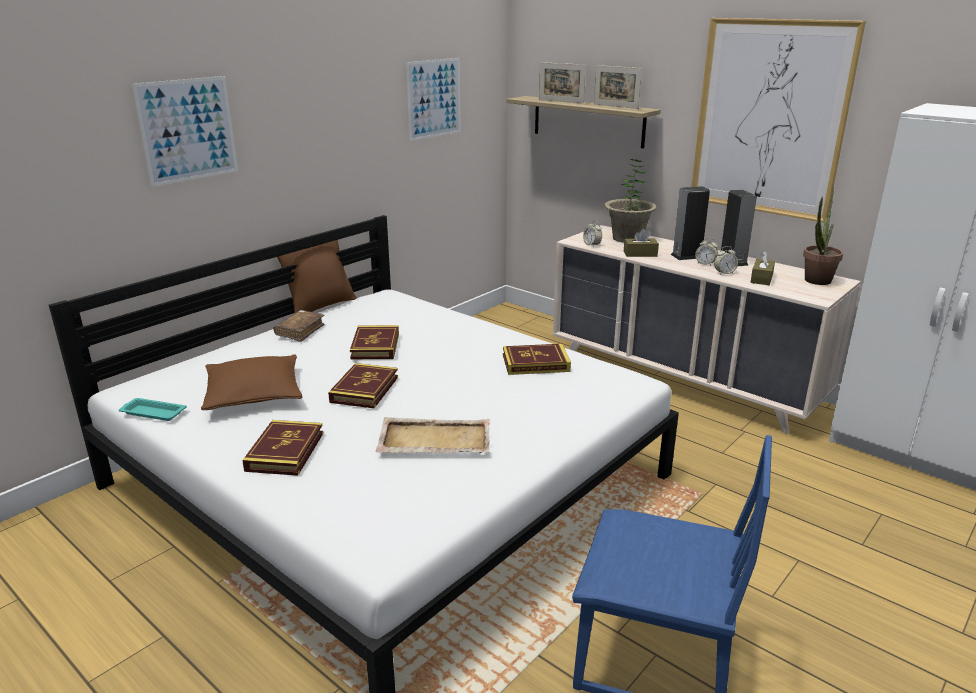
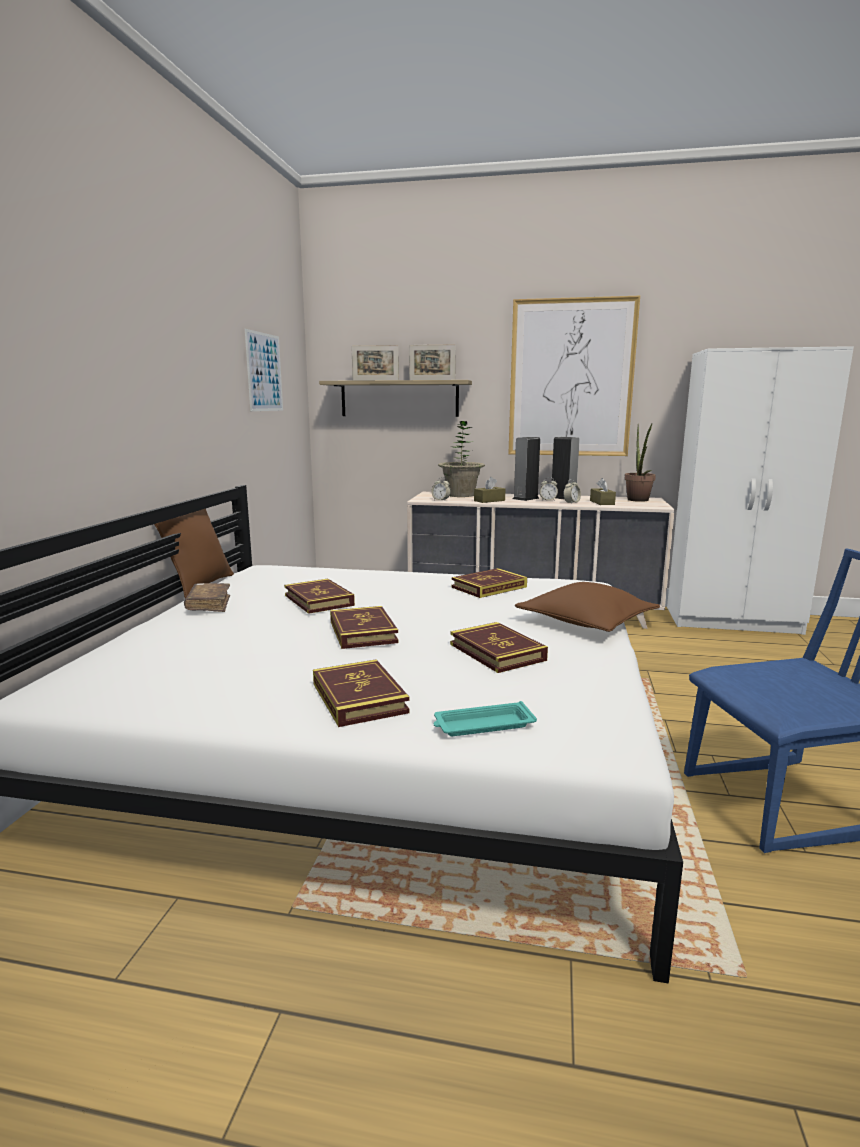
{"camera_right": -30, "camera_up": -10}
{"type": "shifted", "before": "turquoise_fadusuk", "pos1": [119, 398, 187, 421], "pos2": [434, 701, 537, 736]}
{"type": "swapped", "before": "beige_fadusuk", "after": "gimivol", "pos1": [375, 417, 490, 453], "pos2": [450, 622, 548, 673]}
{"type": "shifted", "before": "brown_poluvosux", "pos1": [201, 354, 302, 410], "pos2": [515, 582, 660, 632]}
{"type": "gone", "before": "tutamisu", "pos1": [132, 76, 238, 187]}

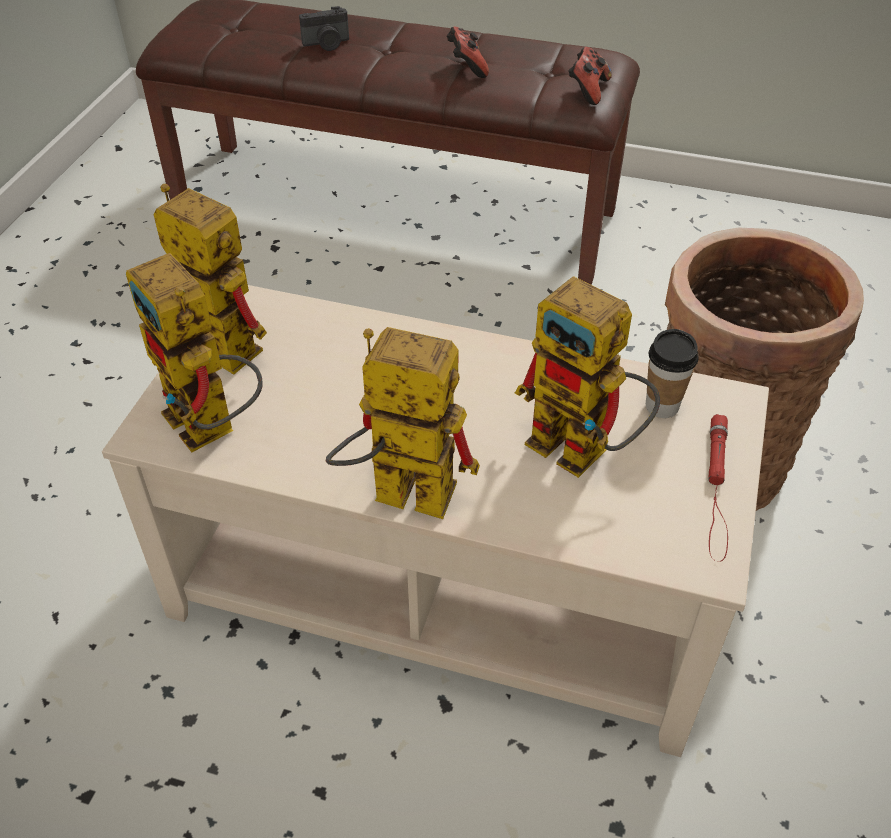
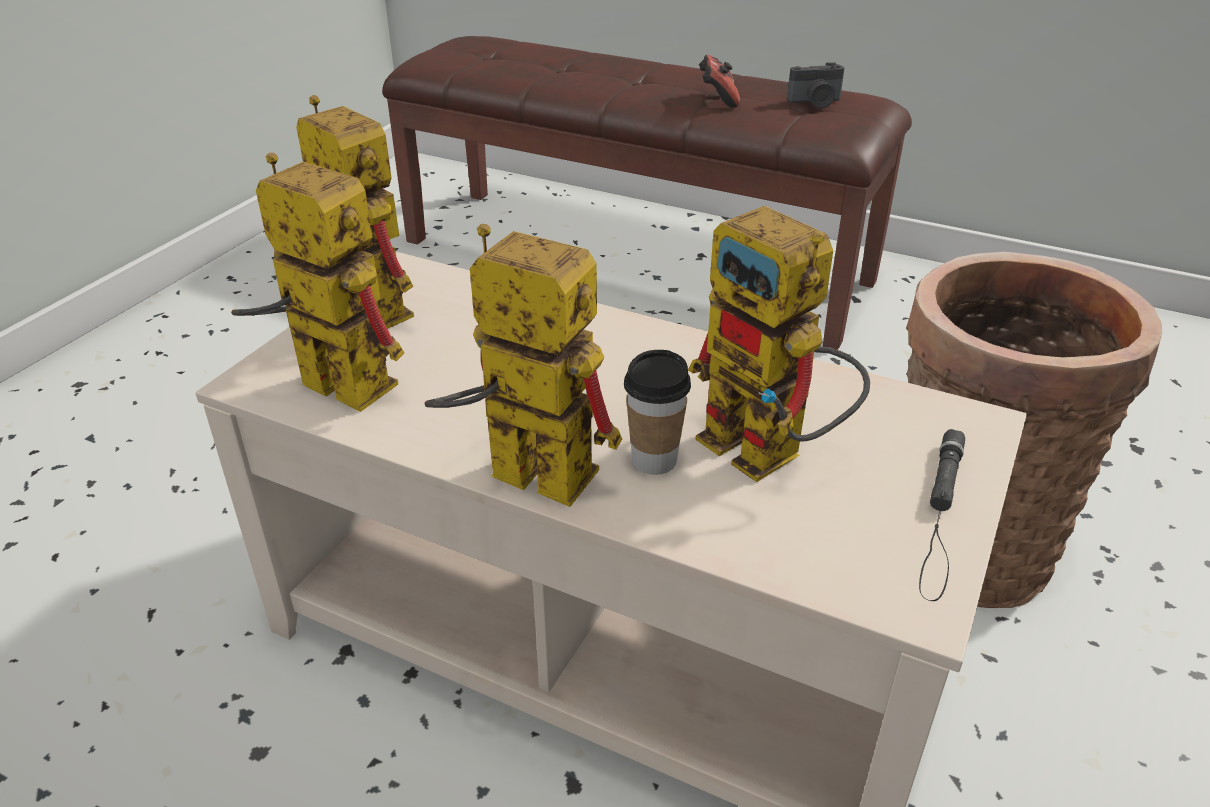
{"camera_right": 10, "camera_up": -10}
{"type": "rotated", "before": "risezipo", "pos1": [126, 253, 263, 452], "pos2": [231, 153, 404, 412], "turn": 150}
{"type": "shifted", "before": "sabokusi", "pos1": [646, 329, 699, 418], "pos2": [624, 350, 691, 475]}
{"type": "shifted", "before": "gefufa", "pos1": [299, 6, 349, 51], "pos2": [787, 62, 844, 108]}
{"type": "repainted", "before": "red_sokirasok", "after": "black_sokirasok", "pos1": [708, 414, 728, 562], "pos2": [919, 429, 965, 601]}
{"type": "gone", "before": "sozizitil", "pos1": [568, 47, 612, 105]}

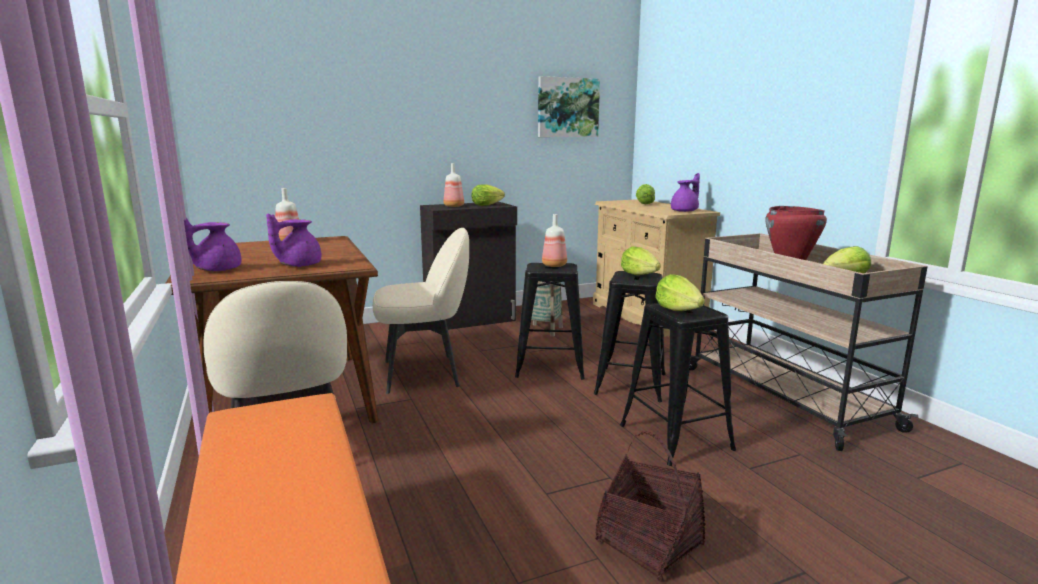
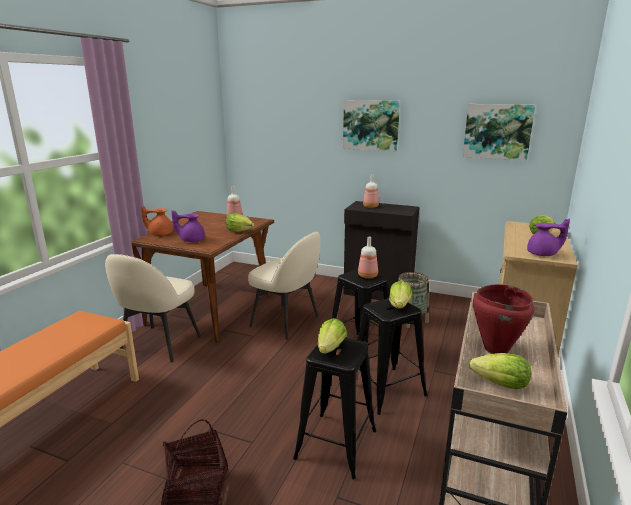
{"camera_right": 45, "camera_up": 5}
{"type": "repainted", "before": "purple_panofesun", "after": "orange_panofesun", "pos1": [184, 217, 241, 271], "pos2": [141, 206, 173, 236]}
{"type": "shifted", "before": "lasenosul", "pos1": [471, 184, 505, 206], "pos2": [226, 213, 254, 232]}
{"type": "new", "after": "tutamisu", "pos2": [343, 100, 400, 151]}

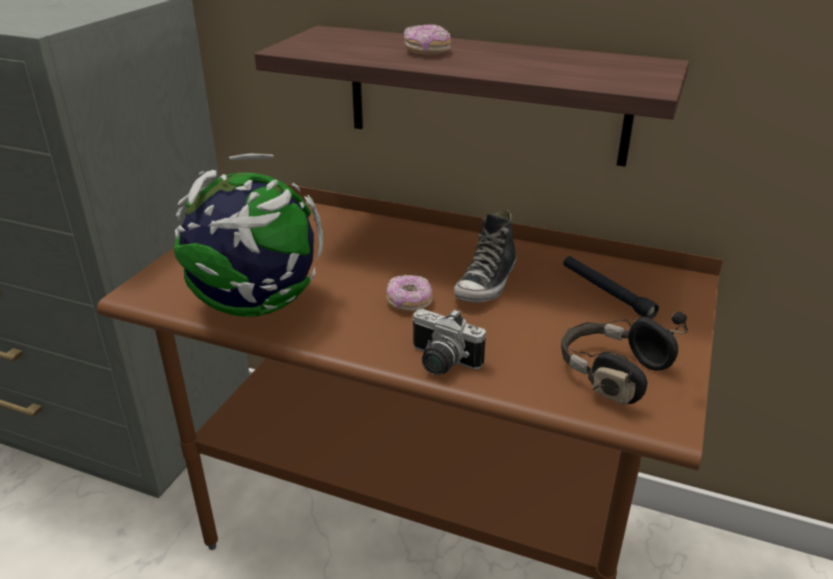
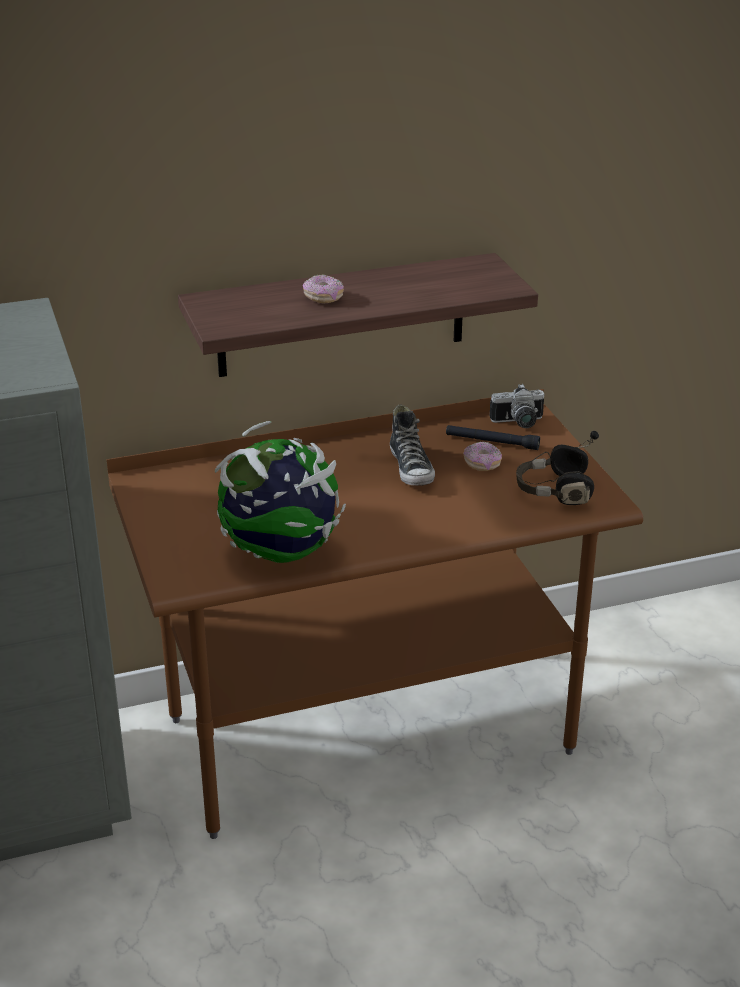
{"camera_right": -40, "camera_up": 0}
{"type": "shifted", "before": "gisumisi", "pos1": [387, 275, 433, 311], "pos2": [464, 442, 502, 471]}
{"type": "shifted", "before": "gefufa", "pos1": [412, 309, 486, 375], "pos2": [490, 384, 544, 428]}

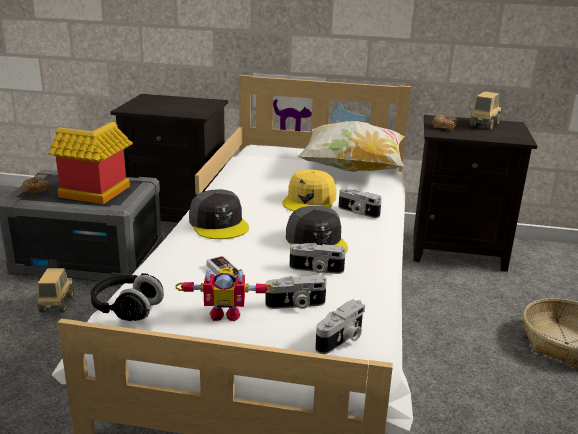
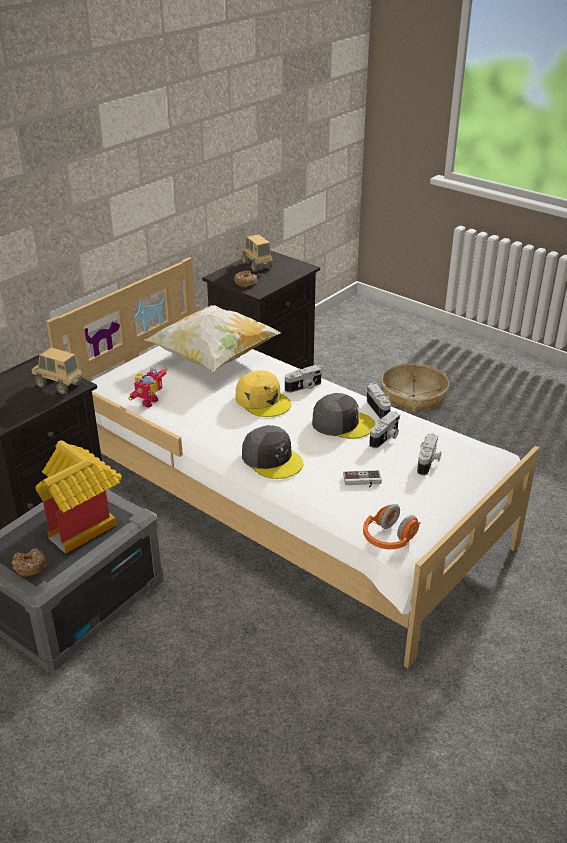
{"camera_right": -60, "camera_up": 10}
{"type": "shifted", "before": "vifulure", "pos1": [37, 268, 74, 313], "pos2": [32, 347, 83, 394]}
{"type": "shifted", "before": "risezipo", "pos1": [175, 268, 274, 321], "pos2": [129, 368, 167, 407]}
{"type": "rotated", "before": "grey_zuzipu", "pos1": [189, 189, 249, 239], "pos2": [242, 425, 303, 479], "turn": 45}
{"type": "repainted", "before": "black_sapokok", "after": "orange_sapokok", "pos1": [90, 273, 164, 321], "pos2": [363, 504, 421, 549]}
{"type": "shifted", "before": "gefufa", "pos1": [315, 300, 365, 354], "pos2": [367, 383, 391, 419]}

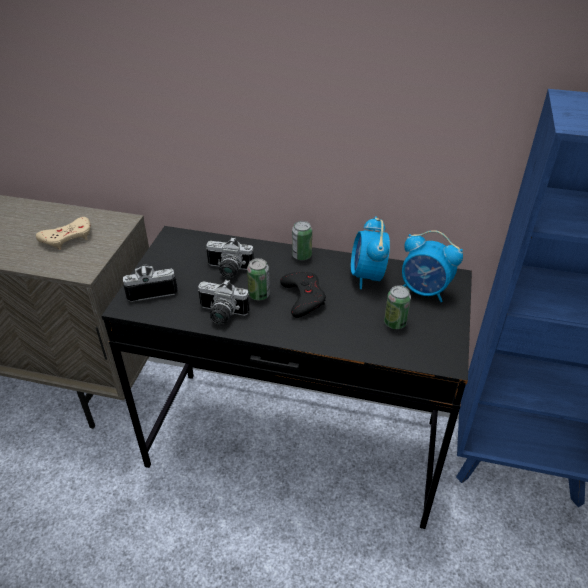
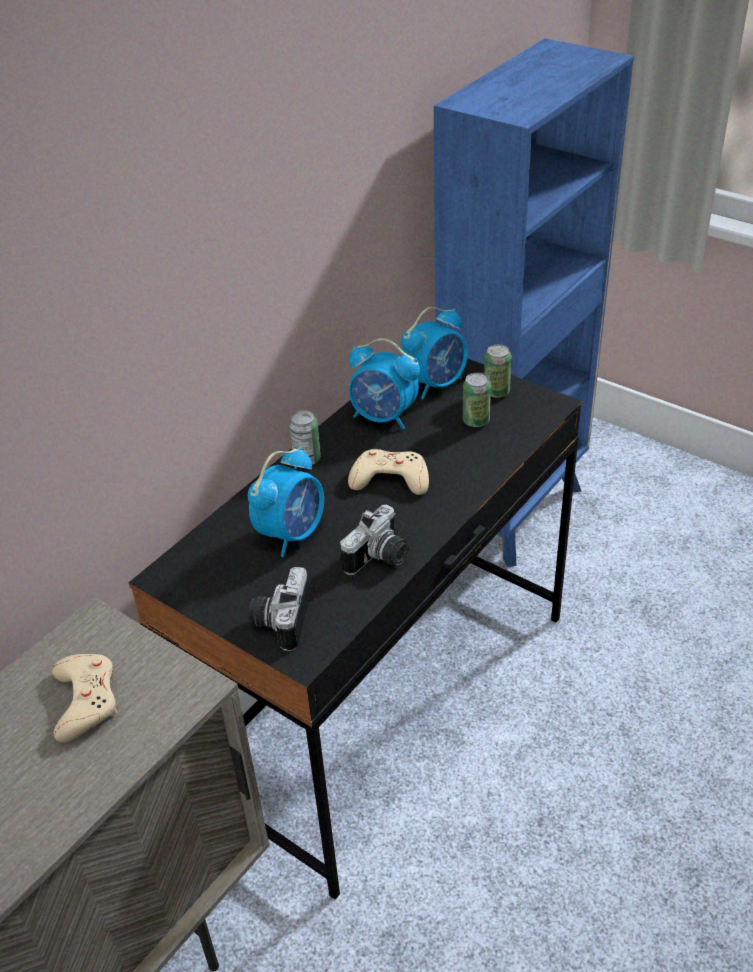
{"camera_right": -65, "camera_up": 0}
{"type": "swapped", "before": "gefufa", "after": "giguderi", "pos1": [206, 237, 254, 279], "pos2": [248, 447, 324, 557]}
{"type": "repainted", "before": "black_sozizitil", "after": "beige_sozizitil", "pos1": [280, 272, 326, 318], "pos2": [348, 449, 429, 495]}
{"type": "shifted", "before": "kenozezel", "pos1": [247, 258, 270, 301], "pos2": [484, 344, 512, 398]}

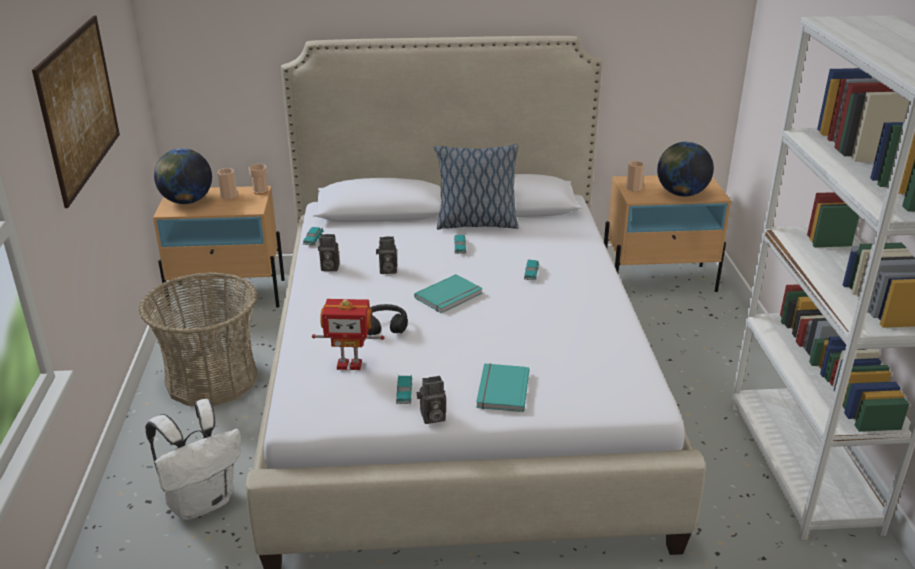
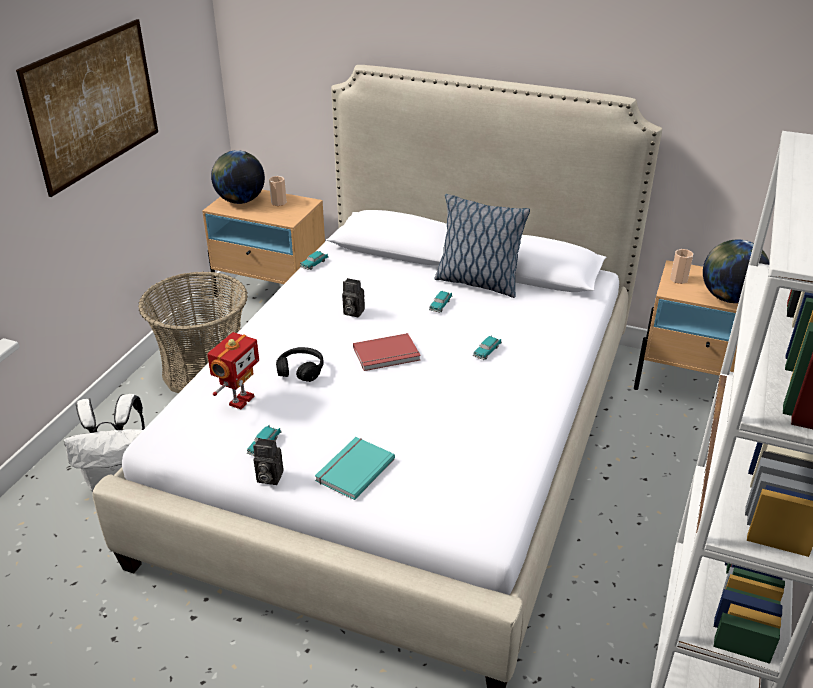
{"camera_right": 25, "camera_up": 5}
{"type": "rotated", "before": "risezipo", "pos1": [312, 299, 384, 370], "pos2": [207, 332, 259, 409], "turn": -90}
{"type": "repainted", "before": "turquoise_gimivol", "after": "red_gimivol", "pos1": [414, 274, 483, 313], "pos2": [353, 333, 421, 371]}
{"type": "gone", "before": "sabokusi", "pos1": [249, 164, 268, 195]}
{"type": "gone", "before": "gefufa", "pos1": [318, 234, 340, 271]}

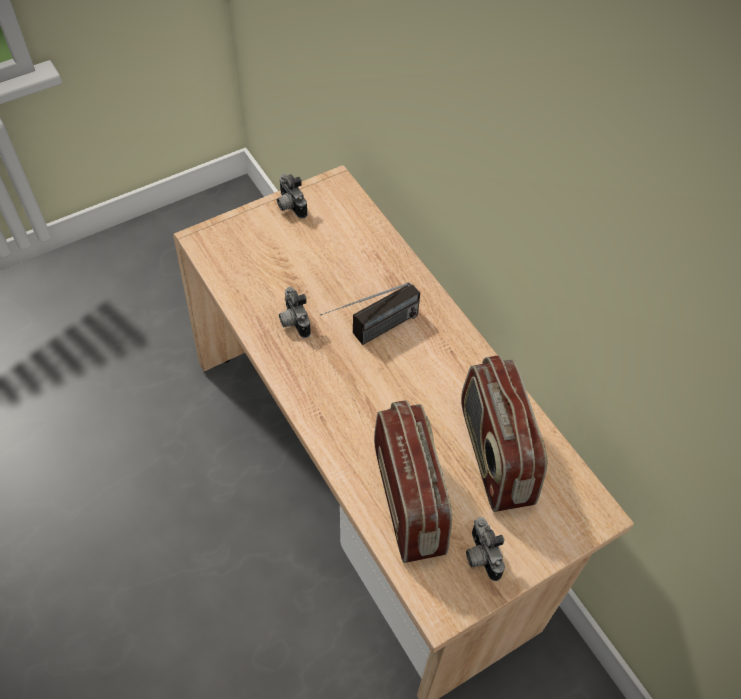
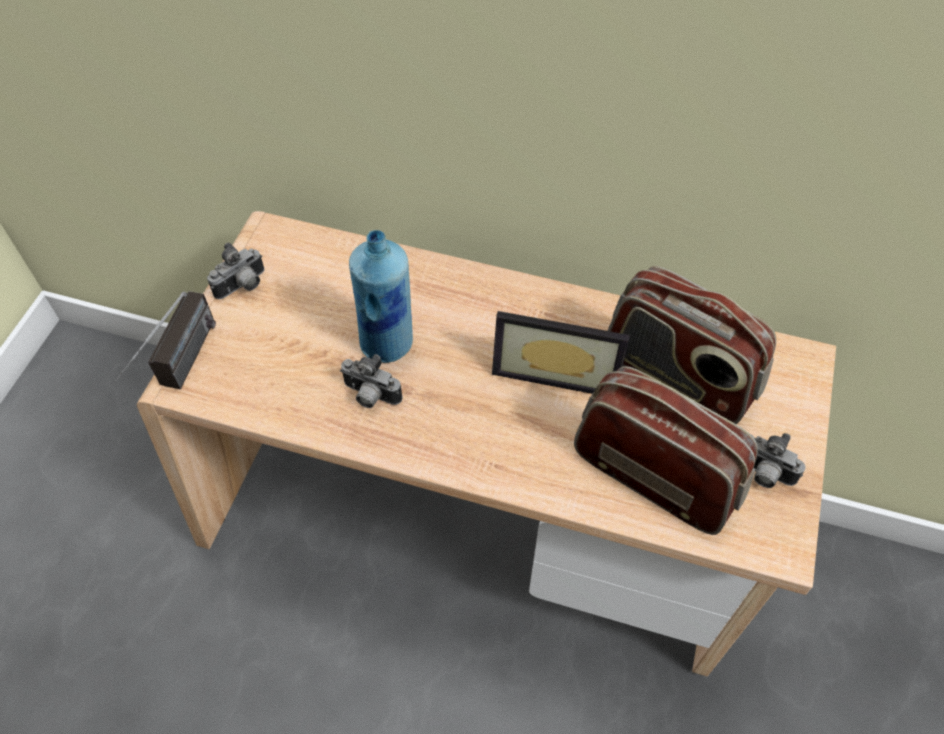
{"camera_right": -40, "camera_up": 0}
{"type": "shifted", "before": "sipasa", "pos1": [320, 282, 420, 345], "pos2": [114, 291, 216, 389]}
{"type": "rotated", "before": "gefufa", "pos1": [277, 174, 308, 219], "pos2": [207, 242, 264, 299], "turn": -60}
{"type": "new", "after": "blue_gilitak", "pos2": [349, 230, 413, 363]}
{"type": "new", "after": "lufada", "pos2": [492, 311, 630, 394]}

